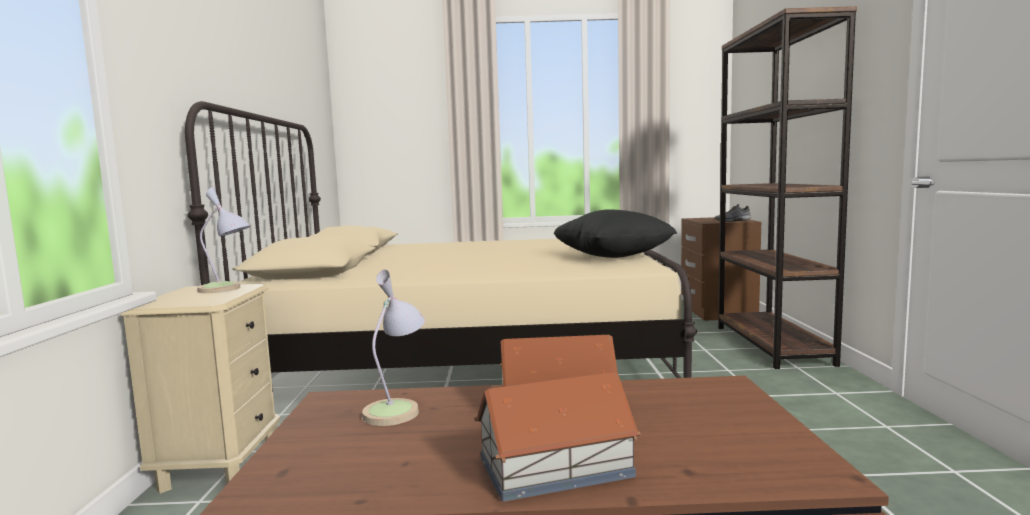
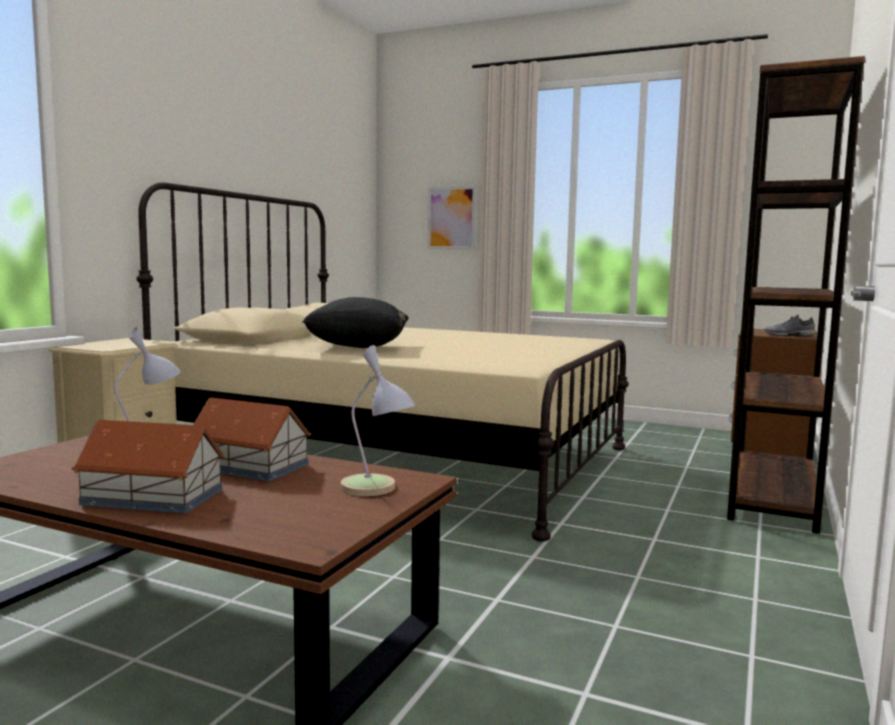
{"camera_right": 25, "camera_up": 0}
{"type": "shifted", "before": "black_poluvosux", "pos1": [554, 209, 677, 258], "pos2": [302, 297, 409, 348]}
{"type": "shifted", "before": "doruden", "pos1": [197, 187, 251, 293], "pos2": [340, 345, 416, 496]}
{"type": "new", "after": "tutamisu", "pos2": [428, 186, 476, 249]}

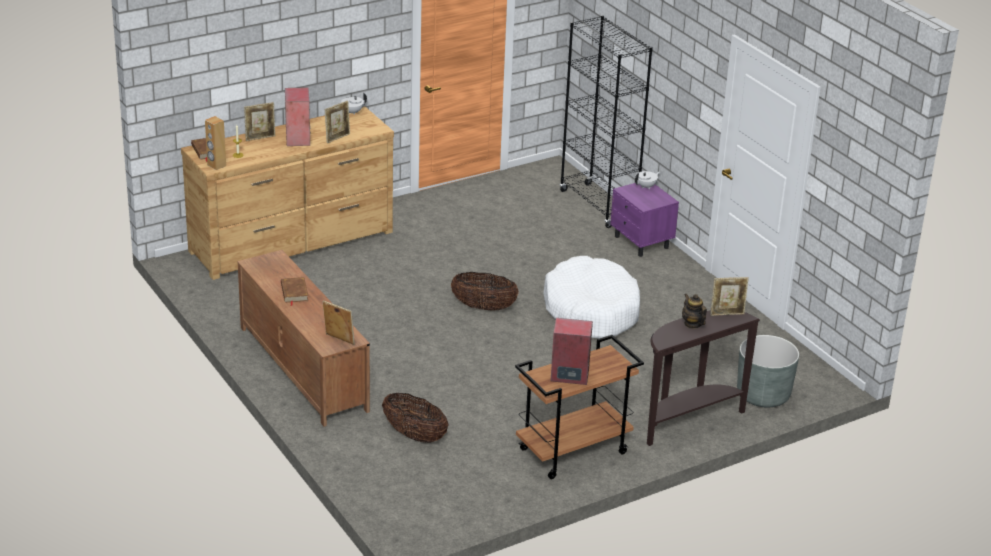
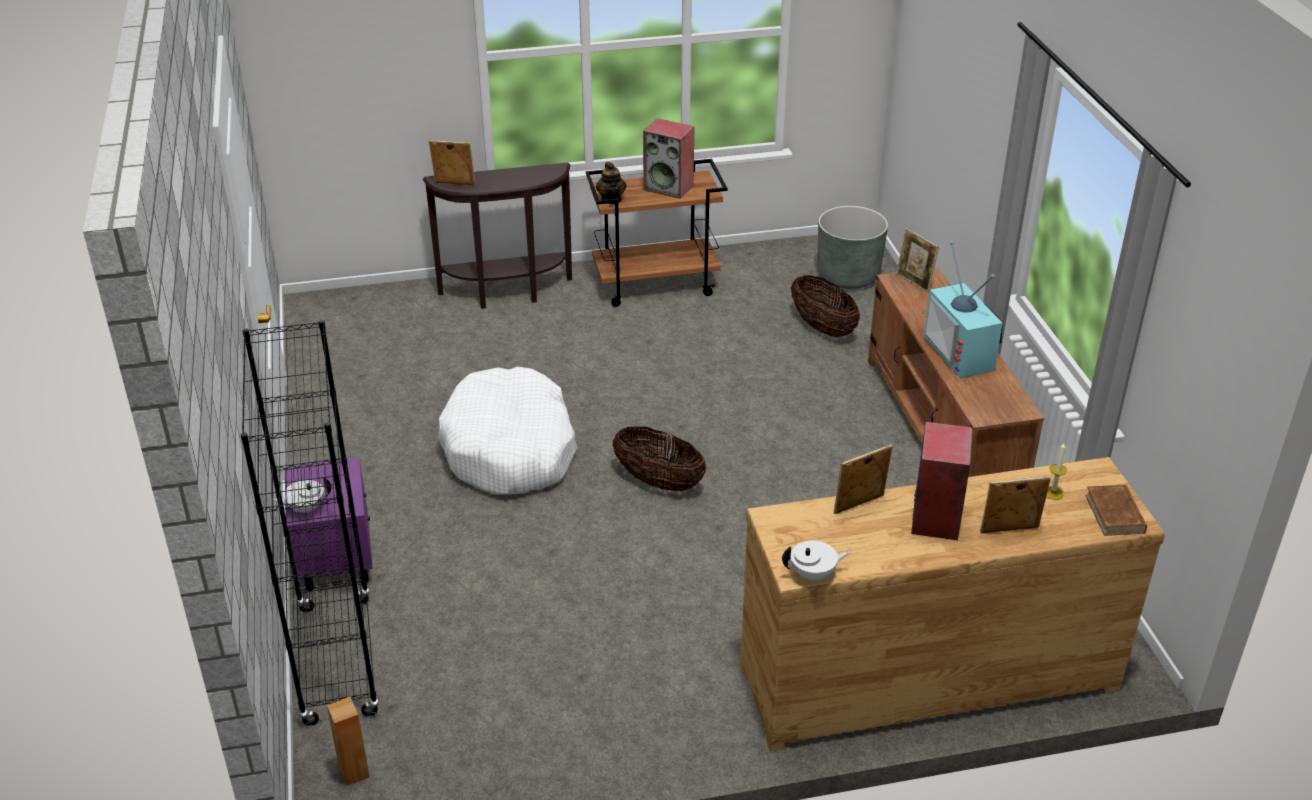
{"camera_right": -160, "camera_up": 5}
{"type": "shifted", "before": "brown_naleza", "pos1": [205, 116, 226, 170], "pos2": [327, 697, 370, 786]}
{"type": "shifted", "before": "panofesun", "pos1": [682, 294, 707, 329], "pos2": [596, 162, 626, 204]}
{"type": "shifted", "before": "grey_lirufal", "pos1": [737, 335, 799, 407], "pos2": [818, 206, 888, 289]}
{"type": "swapped", "before": "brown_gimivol", "after": "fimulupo", "pos1": [281, 277, 308, 306], "pos2": [924, 241, 1003, 378]}

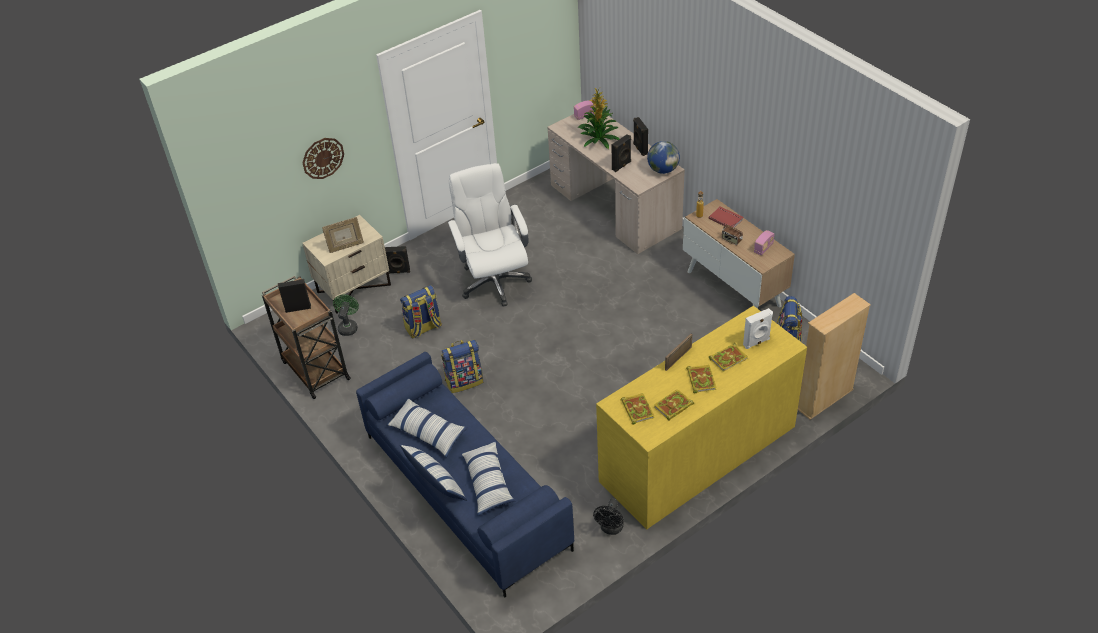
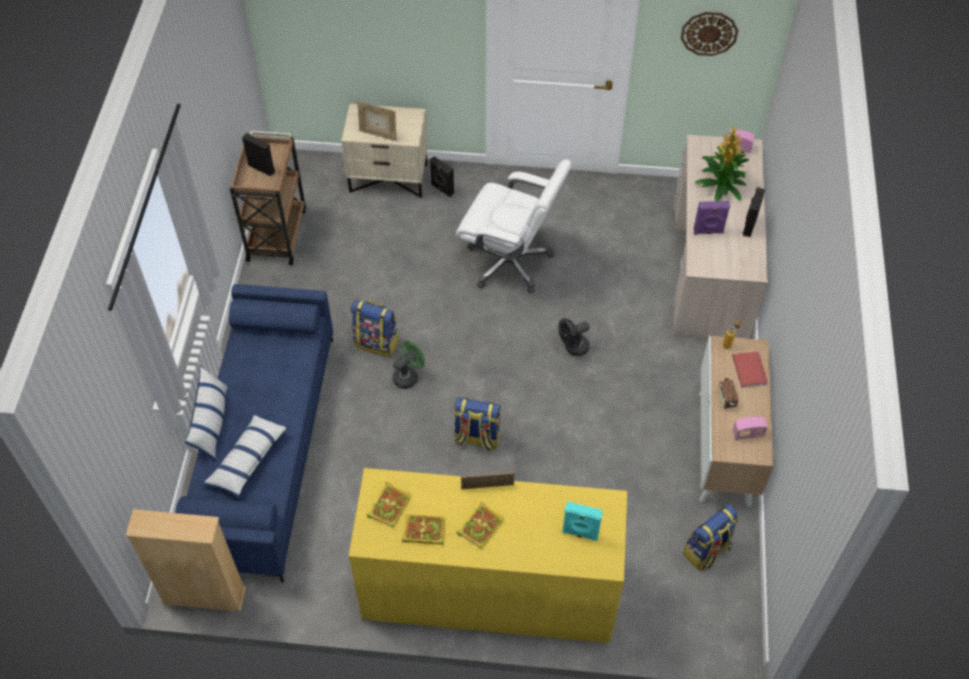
{"camera_right": 40, "camera_up": 10}
{"type": "shifted", "before": "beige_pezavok", "pos1": [798, 293, 871, 420], "pos2": [125, 509, 246, 612]}
{"type": "shifted", "before": "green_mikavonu", "pos1": [333, 295, 359, 336], "pos2": [393, 341, 425, 389]}
{"type": "shifted", "before": "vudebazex", "pos1": [400, 285, 442, 339], "pos2": [454, 397, 501, 451]}
{"type": "rotated", "before": "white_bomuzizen", "pos1": [447, 163, 532, 307], "pos2": [456, 159, 572, 293], "turn": 90}
{"type": "shifted", "before": "black_mikavonu", "pos1": [593, 498, 624, 535], "pos2": [558, 318, 590, 356]}
{"type": "repainted", "before": "white_naleza", "after": "turquoise_naleza", "pos1": [743, 308, 773, 349], "pos2": [562, 501, 603, 541]}
{"type": "shifted", "before": "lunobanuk", "pos1": [303, 138, 344, 179], "pos2": [681, 12, 738, 56]}
{"type": "repainted", "before": "black_naleza", "after": "purple_naleza", "pos1": [612, 134, 631, 172], "pos2": [693, 201, 730, 234]}
{"type": "gone", "before": "poluvosux", "pos1": [387, 398, 468, 457]}
{"type": "gone", "before": "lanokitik", "pos1": [647, 141, 680, 174]}
{"type": "gone", "before": "gimivol", "pos1": [709, 343, 748, 372]}

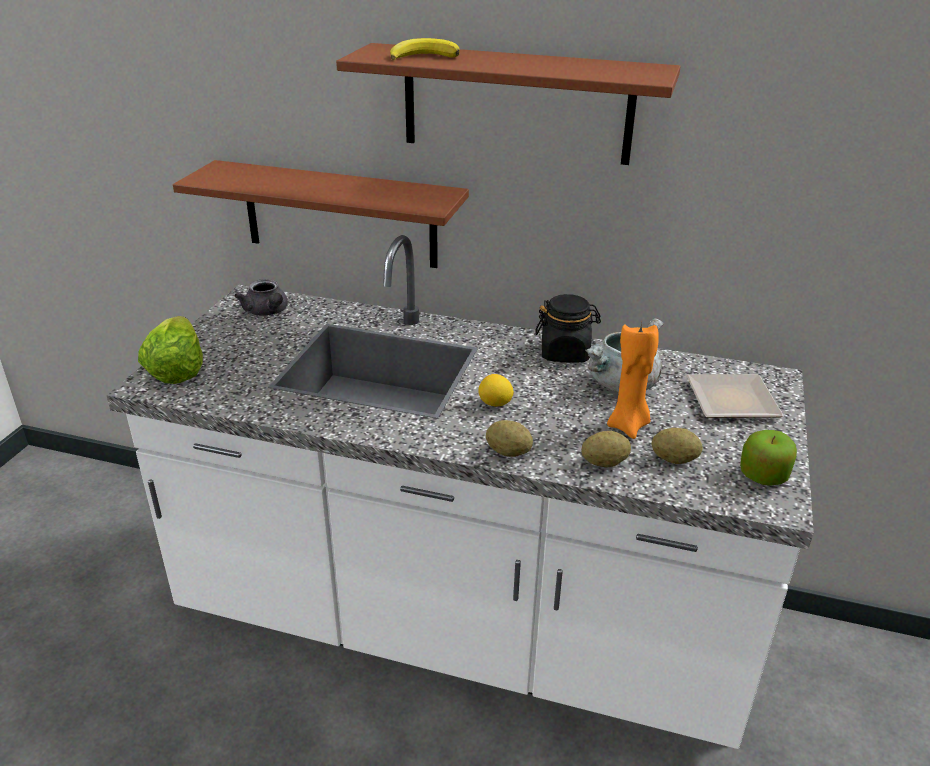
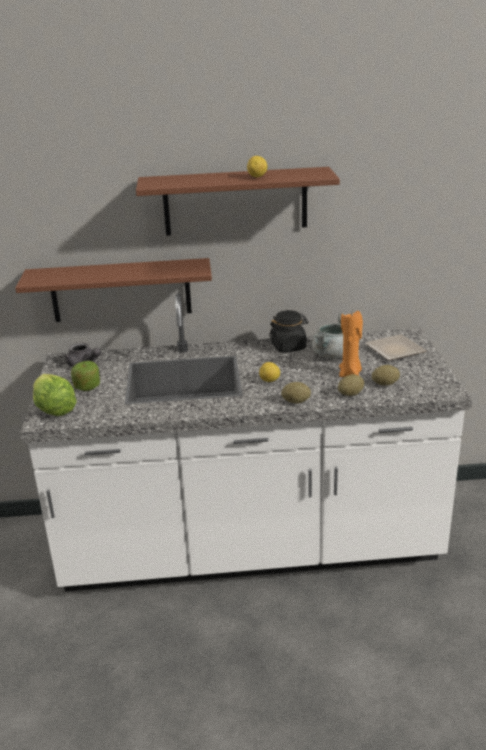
{"camera_right": -20, "camera_up": -5}
{"type": "shifted", "before": "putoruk", "pos1": [740, 430, 797, 486], "pos2": [71, 361, 100, 391]}
{"type": "new", "after": "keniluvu", "pos2": [247, 156, 267, 177]}
{"type": "gone", "before": "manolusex", "pos1": [390, 38, 460, 60]}

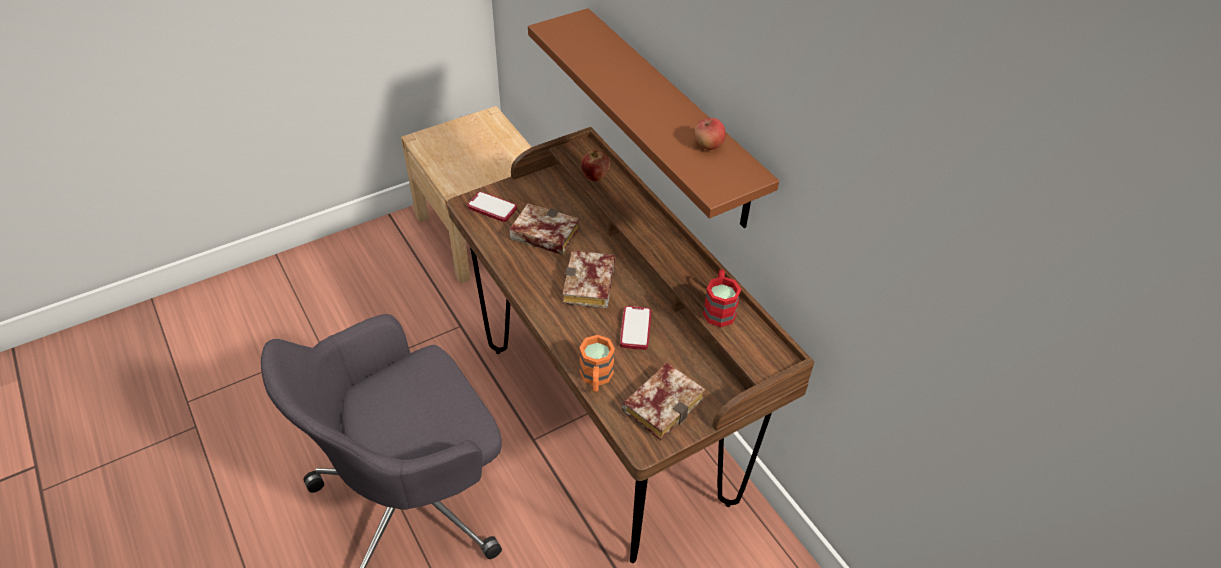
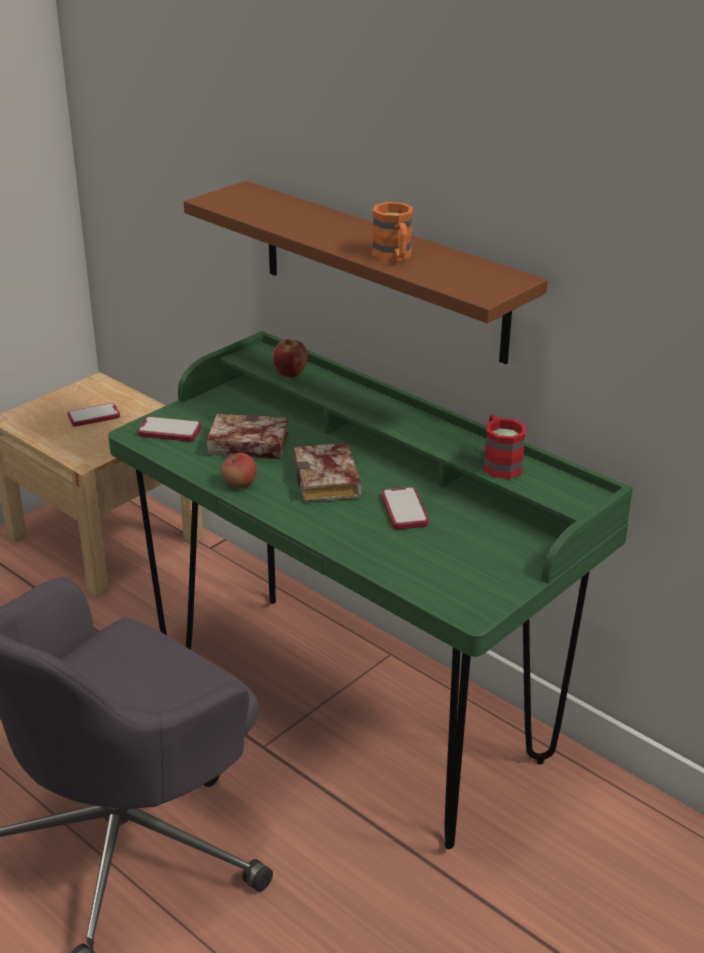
{"camera_right": -15, "camera_up": -15}
{"type": "new", "after": "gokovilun", "pos2": [68, 403, 120, 427]}
{"type": "repainted", "before": "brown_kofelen", "after": "green_kofelen", "pos1": [447, 127, 815, 563], "pos2": [108, 331, 633, 849]}
{"type": "shifted", "before": "putoruk", "pos1": [694, 118, 726, 150], "pos2": [222, 453, 257, 488]}
{"type": "shifted", "before": "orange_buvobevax", "pos1": [579, 335, 615, 392], "pos2": [372, 202, 413, 261]}
{"type": "gone", "before": "gimivol", "pos1": [622, 363, 705, 440]}

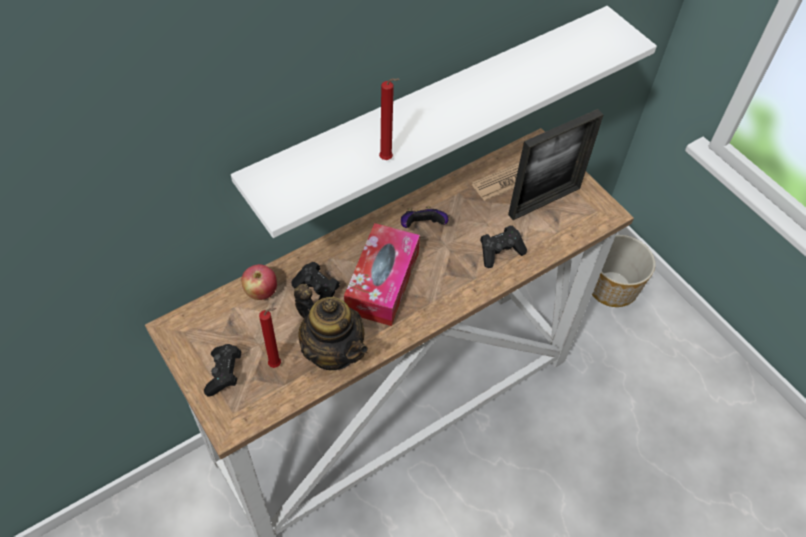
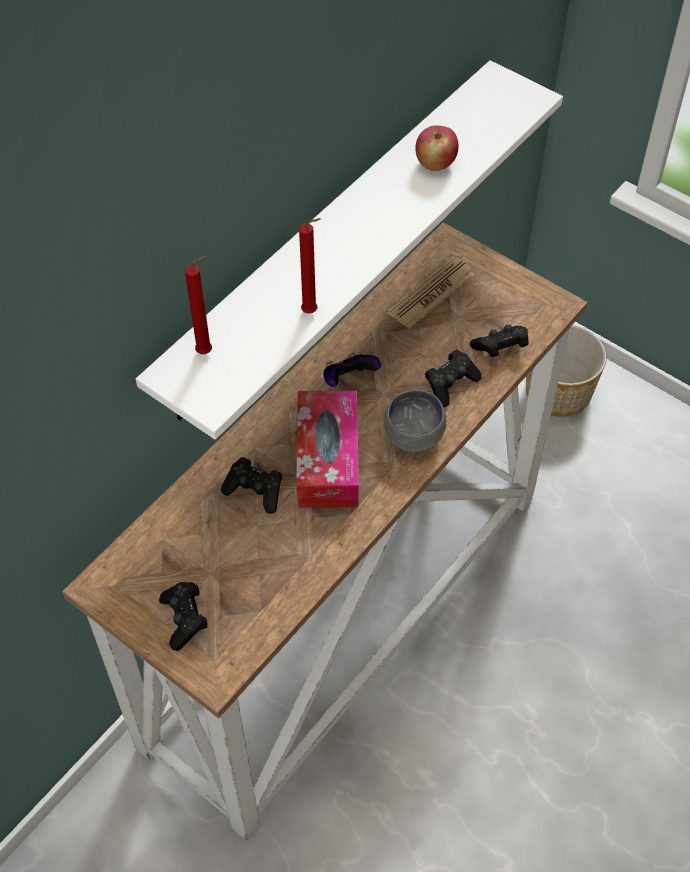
{"camera_right": -15, "camera_up": 0}
{"type": "shifted", "before": "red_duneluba", "pos1": [259, 308, 281, 368], "pos2": [185, 256, 212, 354]}
{"type": "new", "after": "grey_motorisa", "pos2": [384, 390, 446, 452]}
{"type": "shifted", "before": "putoruk", "pos1": [241, 264, 277, 300], "pos2": [415, 125, 459, 171]}
{"type": "new", "after": "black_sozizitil", "pos2": [470, 325, 528, 357]}
{"type": "gone", "before": "panofesun", "pos1": [294, 284, 368, 370]}
{"type": "gone", "before": "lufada", "pos1": [508, 109, 603, 220]}

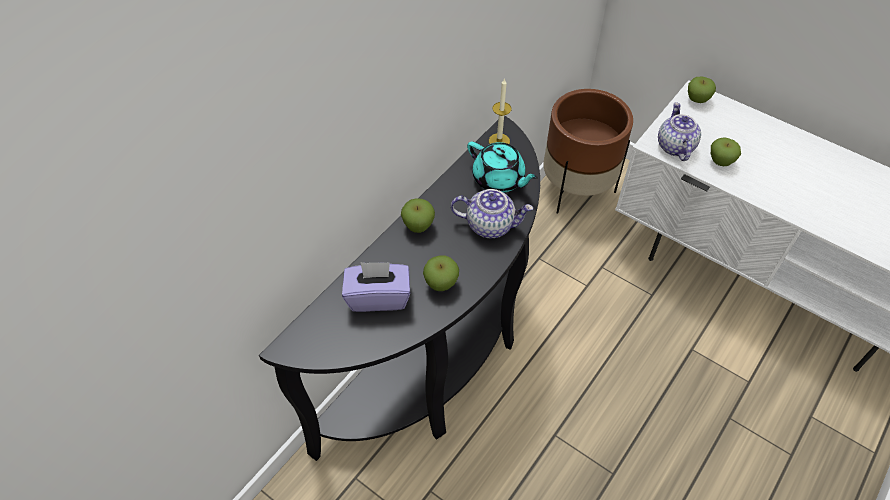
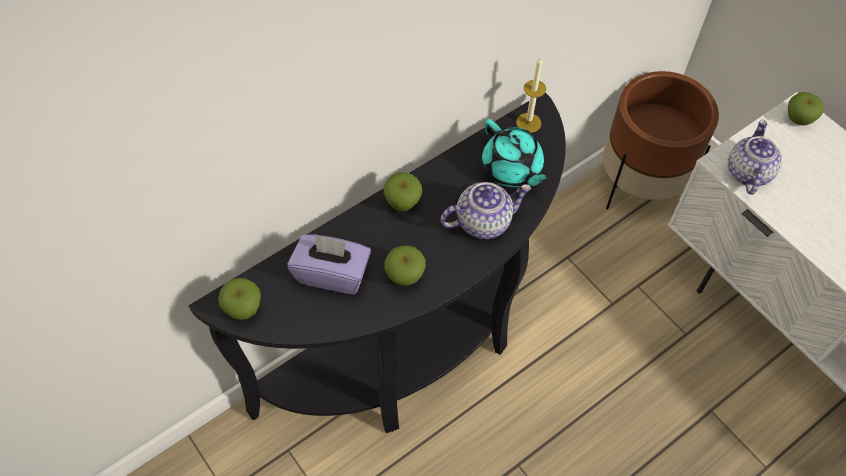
{"camera_right": 15, "camera_up": 5}
{"type": "shifted", "before": "putoruk", "pos1": [711, 137, 741, 166], "pos2": [218, 278, 261, 320]}
{"type": "rotated", "before": "panofesun", "pos1": [451, 189, 533, 238], "pos2": [440, 182, 531, 239], "turn": -45}

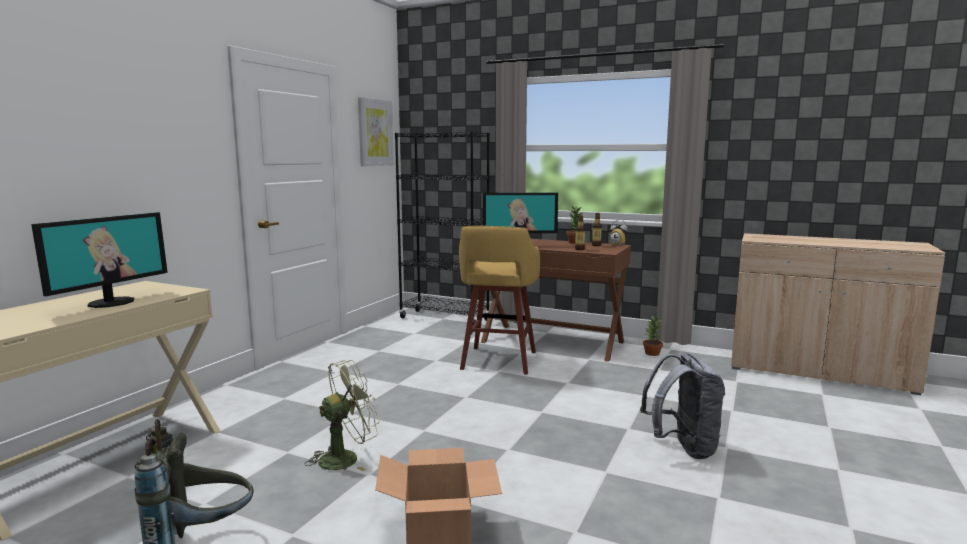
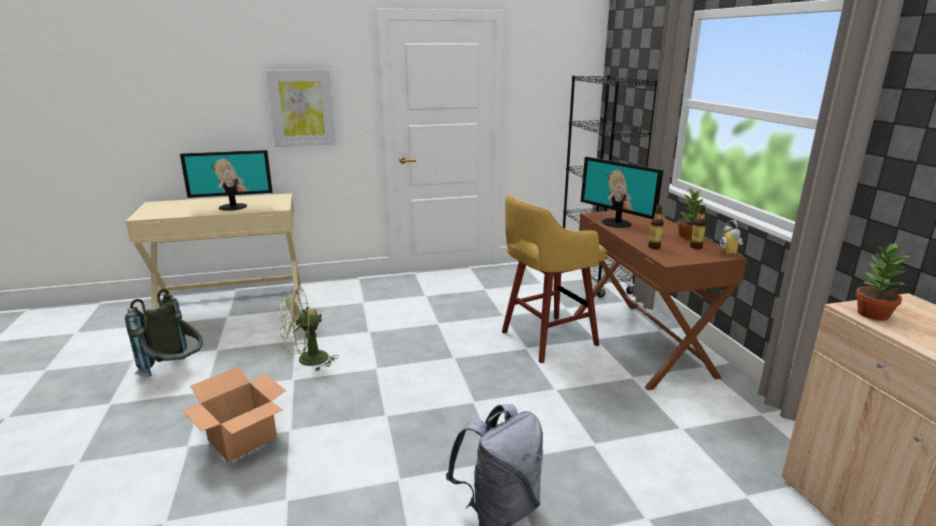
{"camera_right": 50, "camera_up": 10}
{"type": "shifted", "before": "tutamisu", "pos1": [358, 97, 394, 166], "pos2": [266, 70, 336, 147]}
{"type": "rotated", "before": "green_mikavonu", "pos1": [305, 360, 380, 471], "pos2": [280, 288, 339, 371], "turn": 135}
{"type": "shifted", "before": "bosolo", "pos1": [643, 316, 663, 356], "pos2": [856, 242, 910, 321]}

